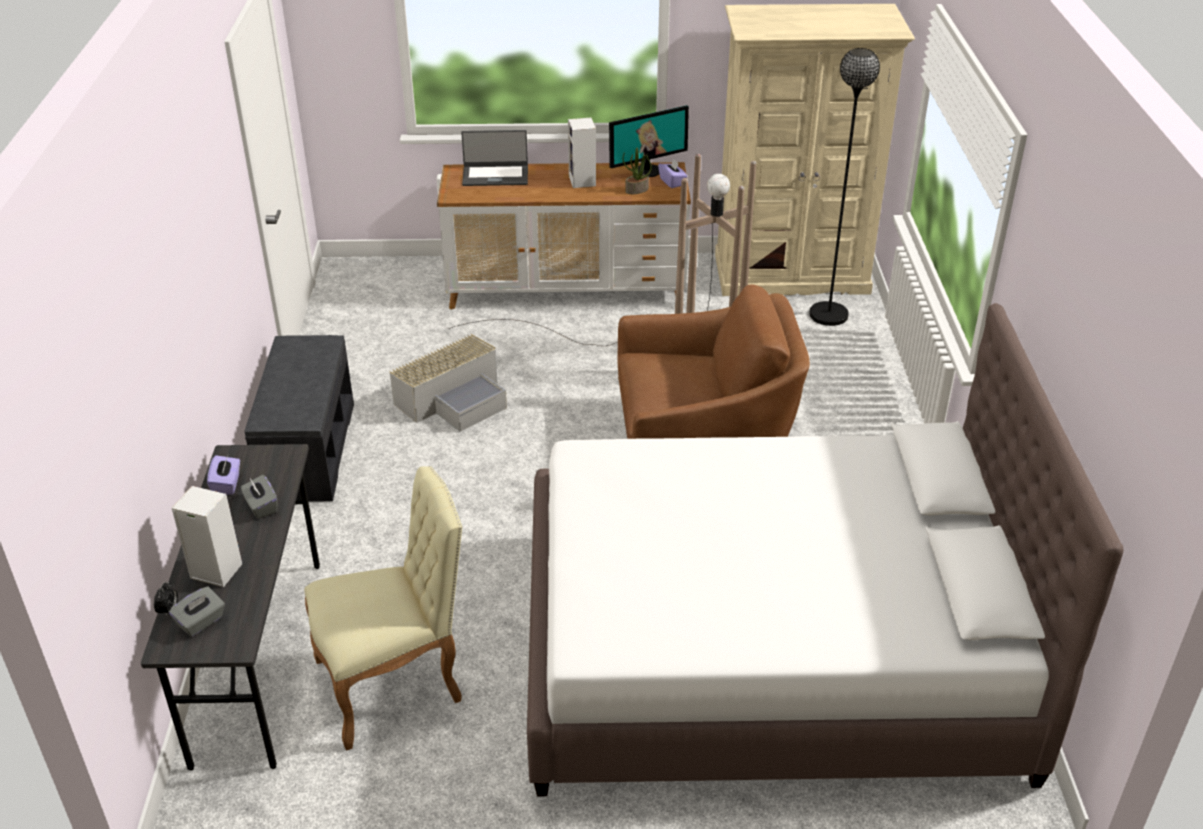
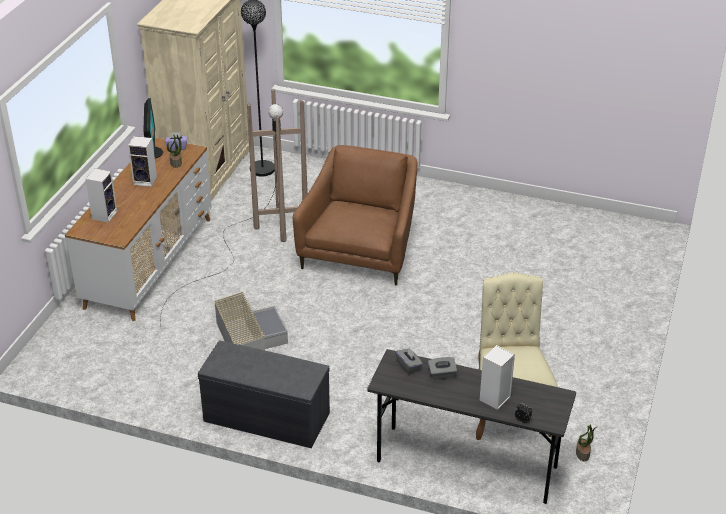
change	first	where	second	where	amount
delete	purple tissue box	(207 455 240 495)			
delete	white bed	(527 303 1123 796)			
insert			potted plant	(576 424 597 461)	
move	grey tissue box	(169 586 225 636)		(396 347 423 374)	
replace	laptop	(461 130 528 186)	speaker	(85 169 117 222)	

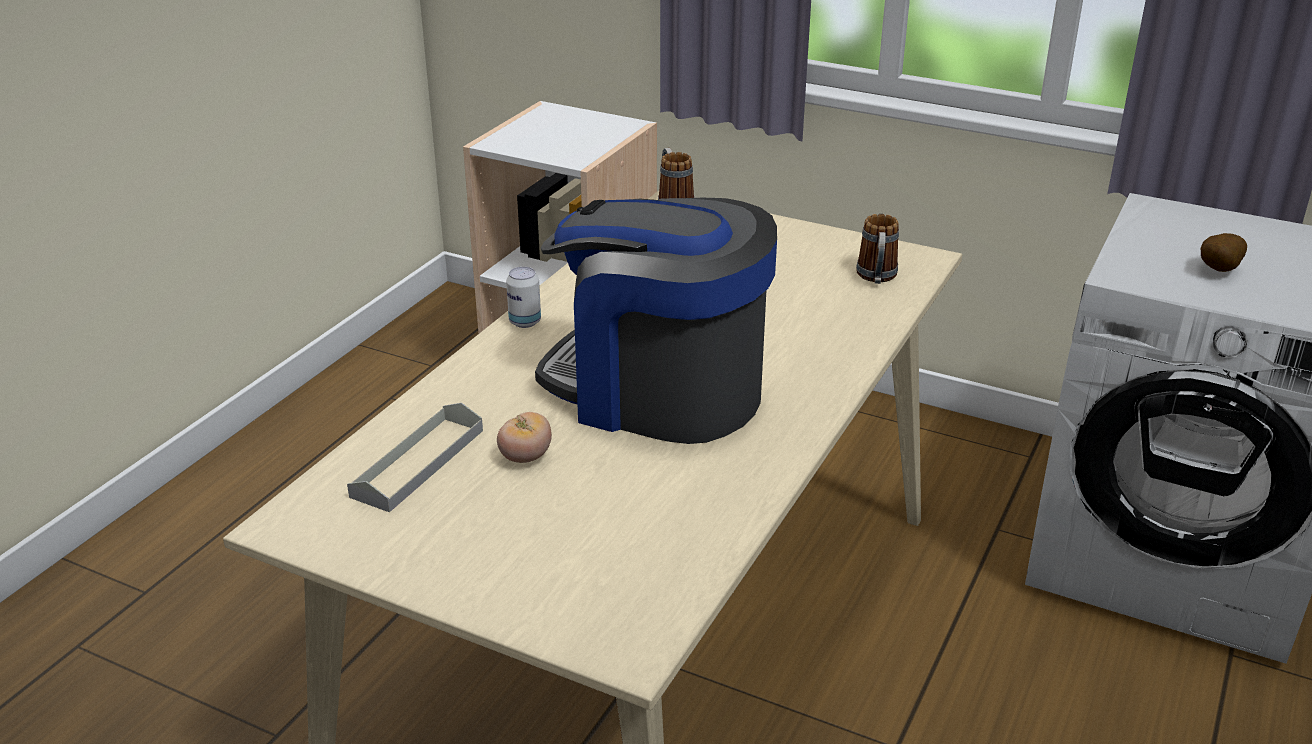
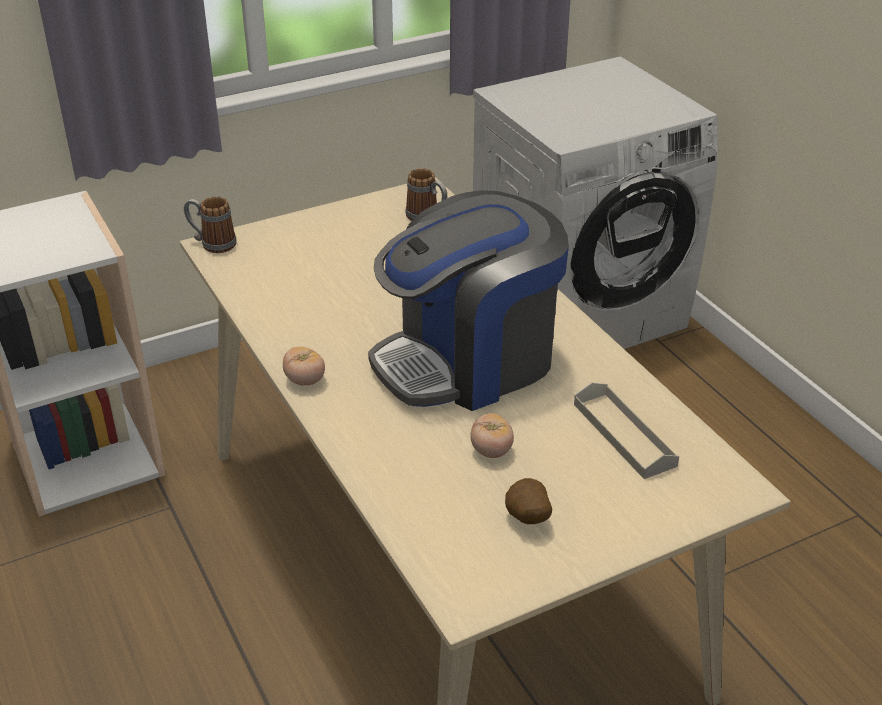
change	first	where	second	where	amount
move	grey tray	(347 403 483 512)		(574 383 679 479)	
move	potato	(1200 233 1247 272)		(505 478 552 524)	
replace	can	(506 267 541 328)	tomato	(283 347 325 386)	

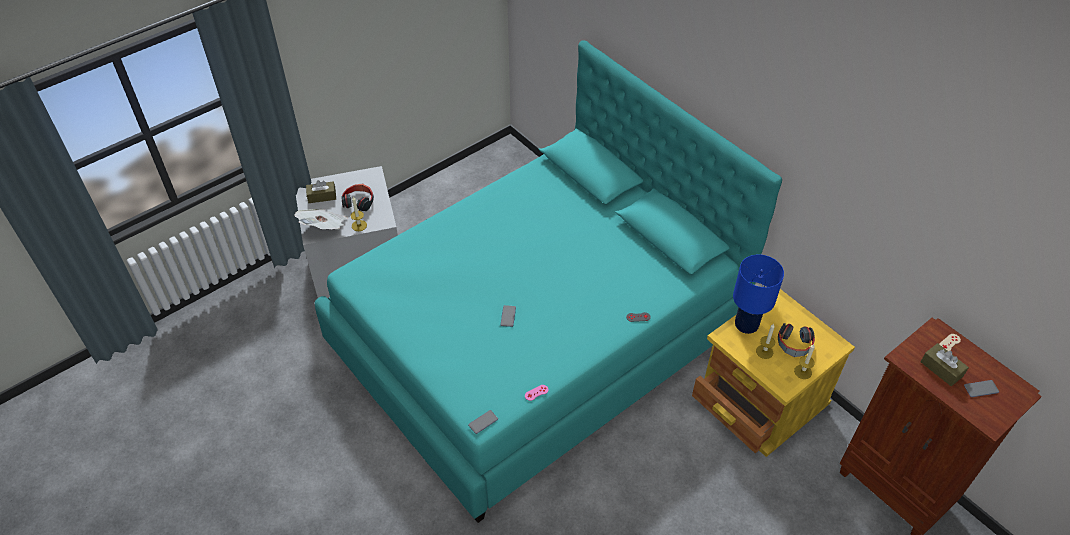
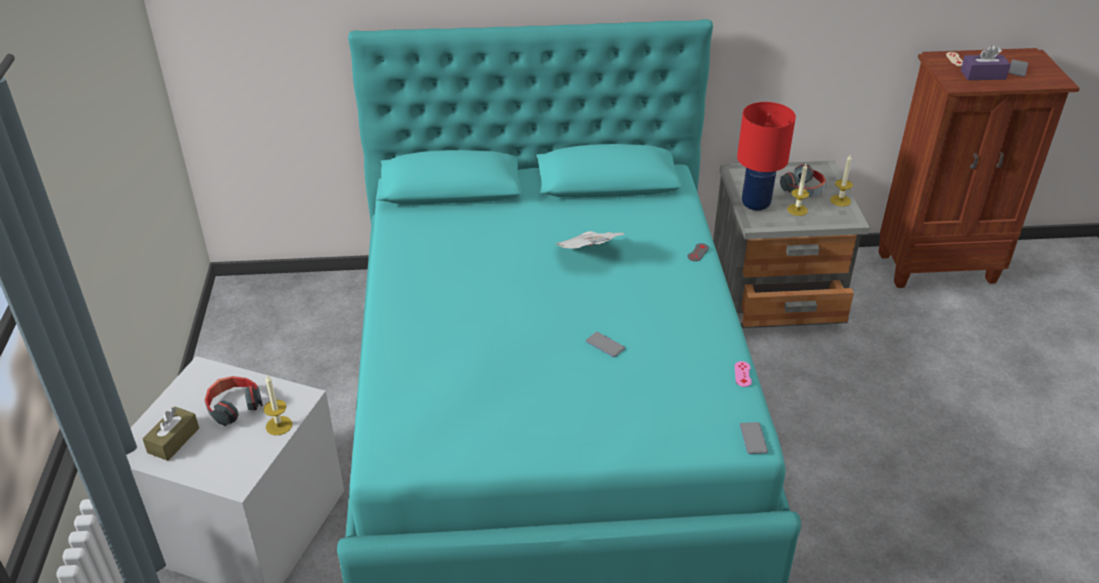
change	first	where	second	where	amount
move	newspaper	(295 209 348 229)		(556 231 625 249)	
recolor	yellow nightstand	(692 289 855 457)	grey nightstand	(713 161 870 328)	
recolor	blue table lamp	(733 255 784 334)	red table lamp	(737 102 796 211)	
recolor	brown tissue box	(921 343 969 386)	purple tissue box	(961 45 1011 80)	

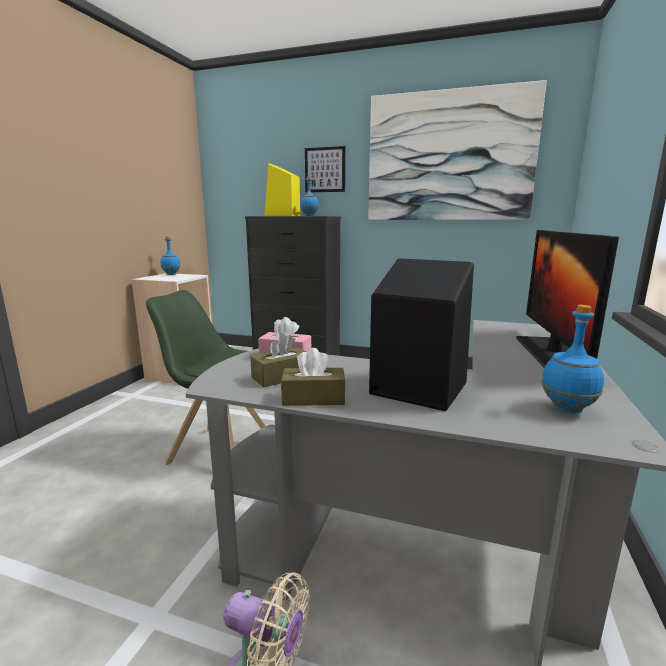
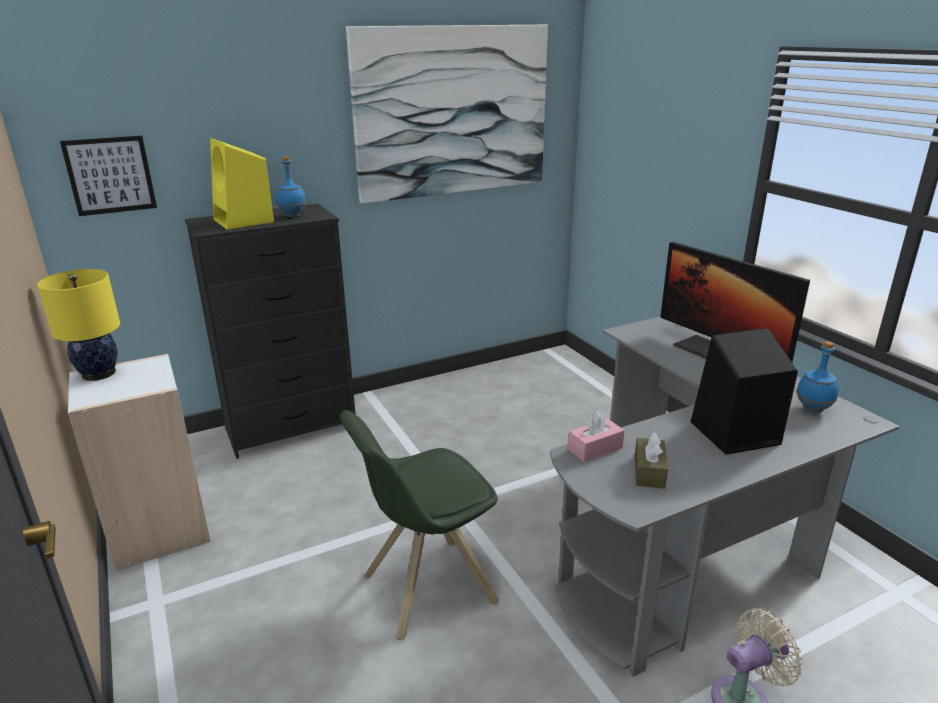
change	first	where	second	where	amount
delete	brown tissue box	(281 348 346 406)			
move	picture	(305 146 345 193)		(60 136 157 216)	
replace	blue bottle	(160 236 181 275)	yellow table lamp	(37 269 120 381)	

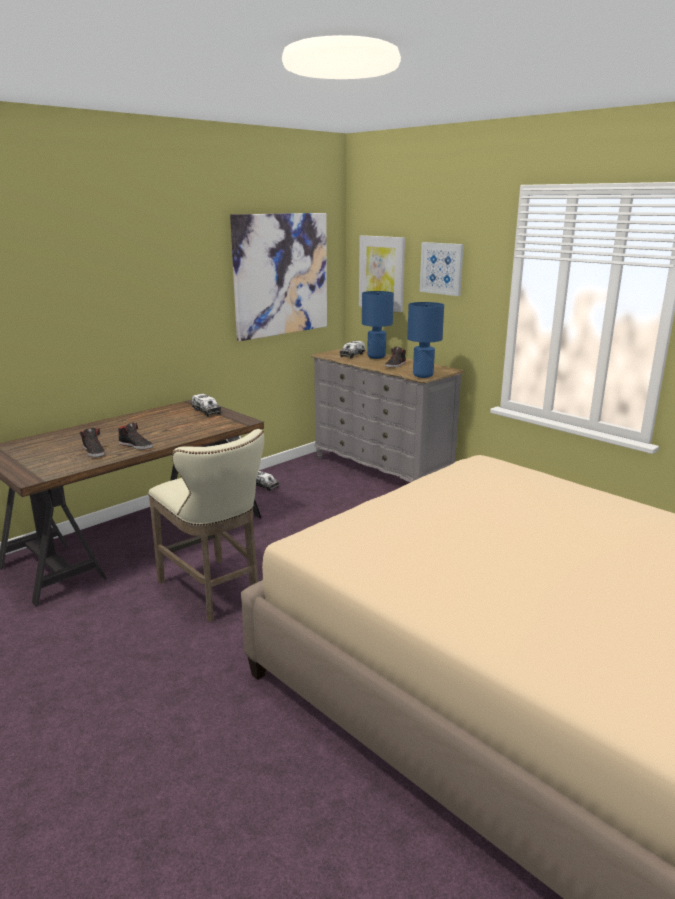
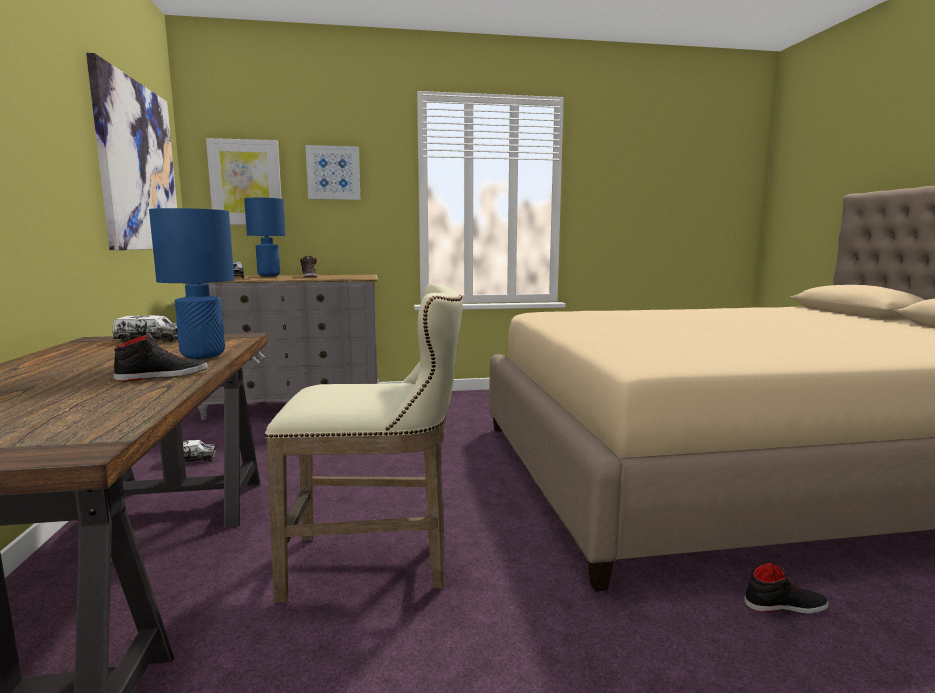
change	first	where	second	where	amount
move	black shoe	(80 428 105 457)		(745 561 829 614)	
move	blue table lamp	(407 302 444 378)		(149 208 234 359)	

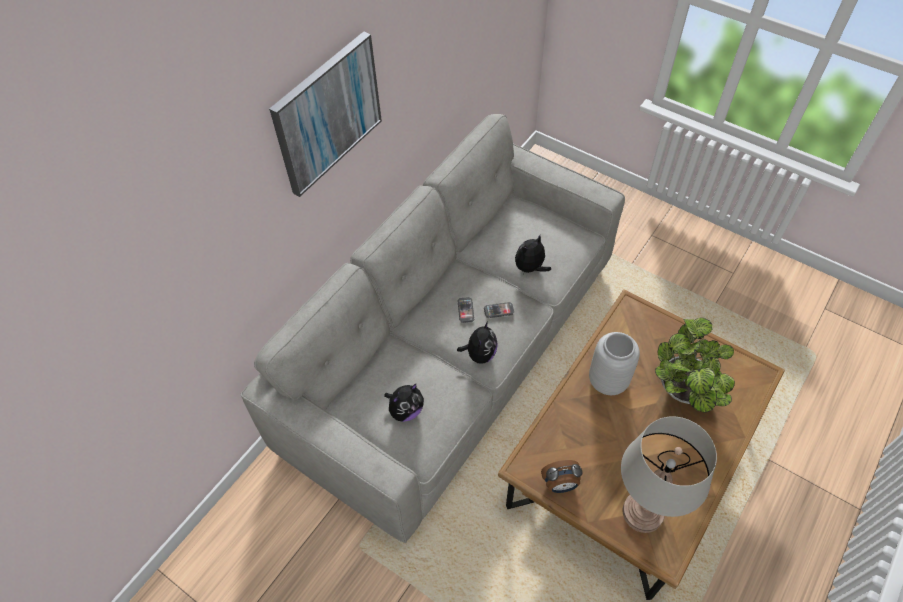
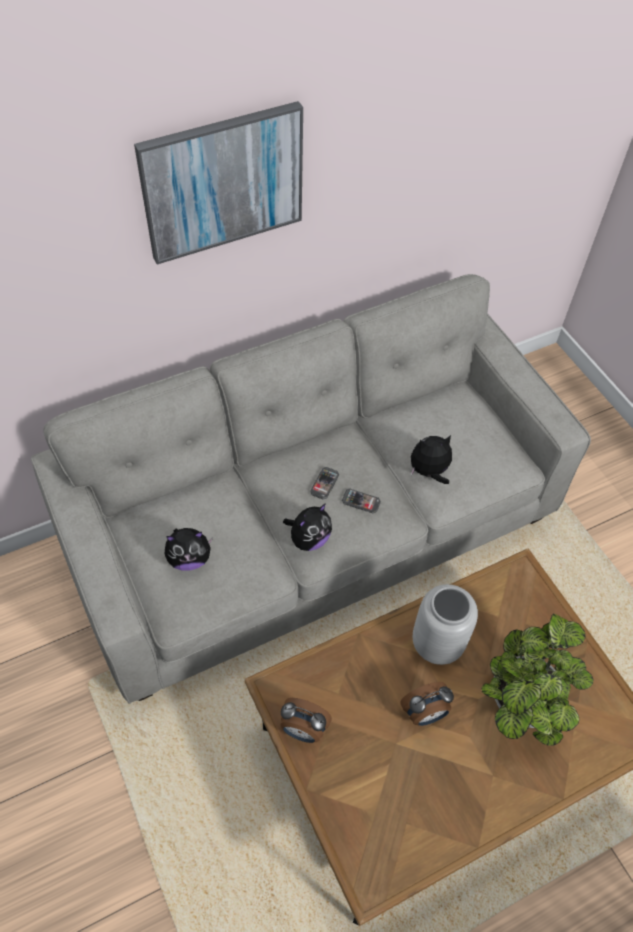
change	first	where	second	where	amount
delete	grey table lamp	(621 416 717 533)			
insert			alarm clock	(400 682 454 726)	

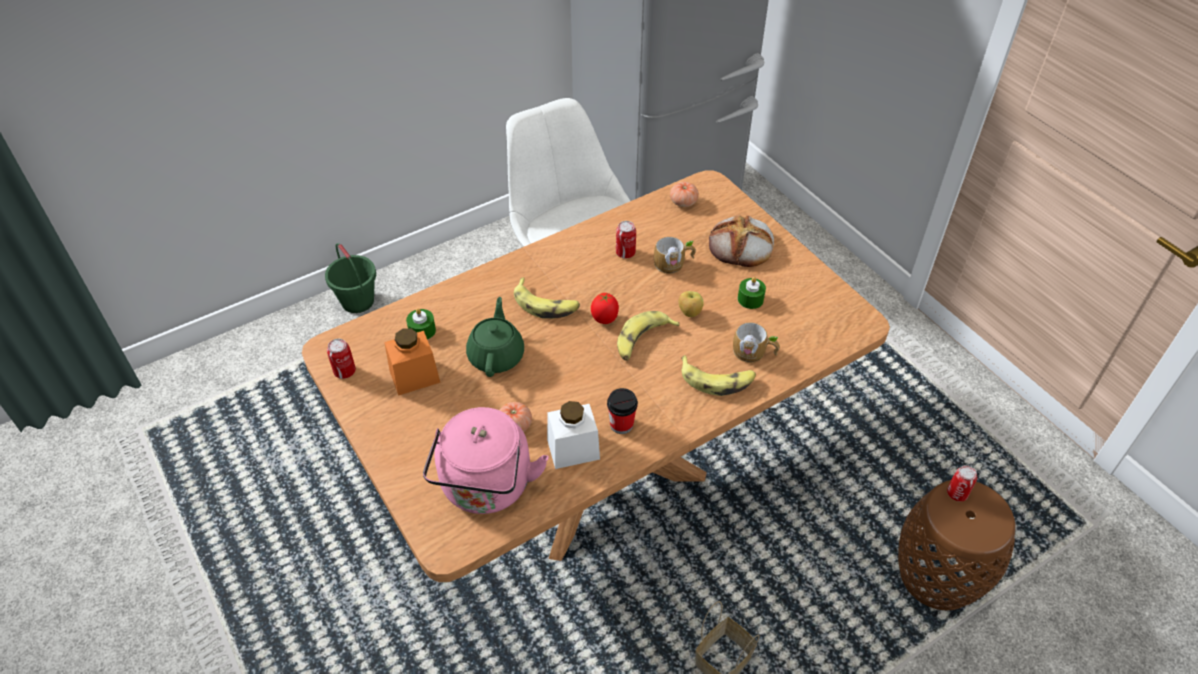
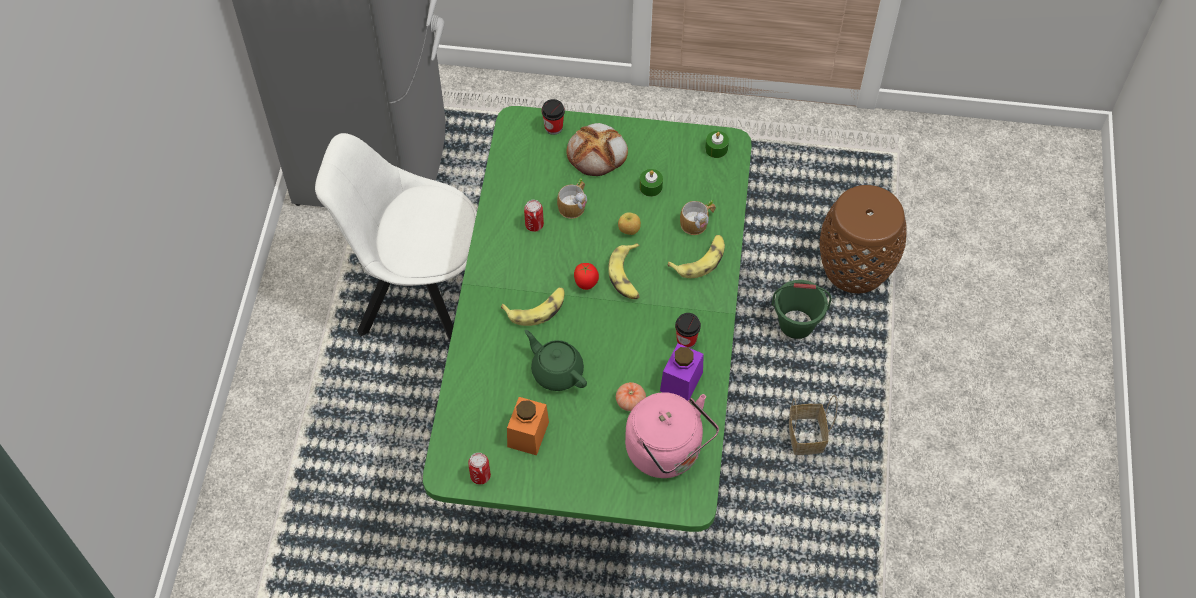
change	first	where	second	where	amount
delete	tomato	(670 182 699 207)			
delete	can	(947 465 977 502)			
insert			cup	(541 99 565 135)	
move	green bucket	(325 243 376 313)		(772 280 832 339)	
move	green candle	(406 308 436 340)		(705 131 729 158)	
recolor	brown dining table	(302 170 890 582)	green dining table	(423 106 752 532)	
recolor	white jar	(547 401 600 469)	purple jar	(660 343 704 401)	

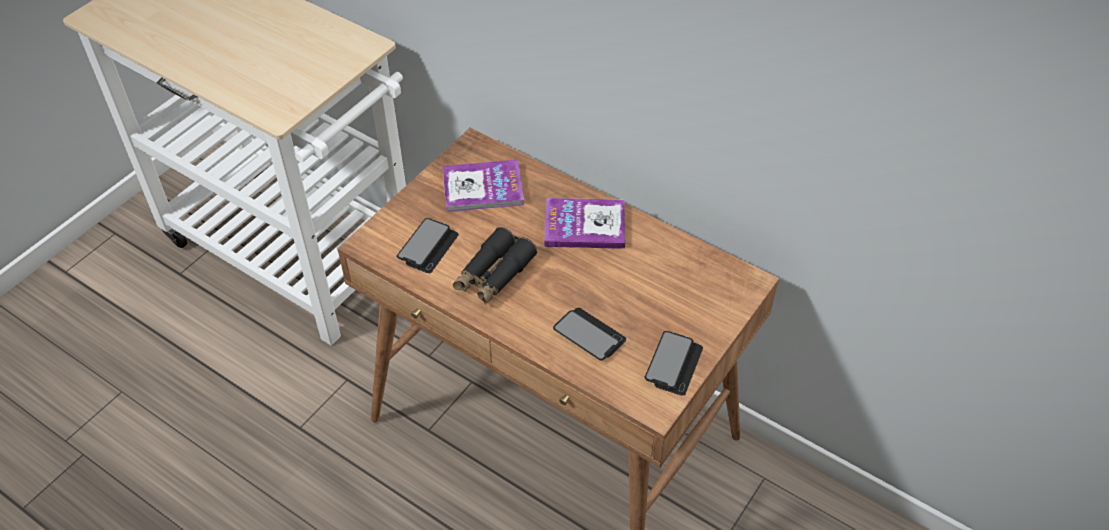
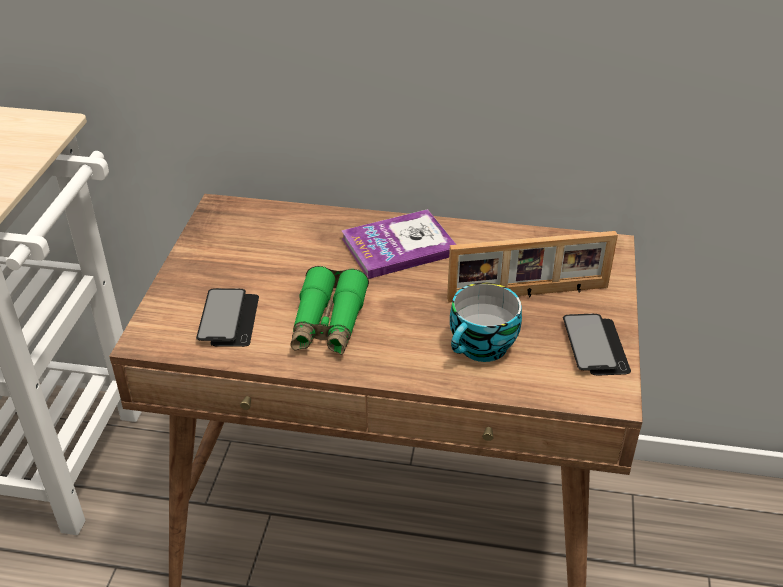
change	first	where	second	where	amount
delete	book	(443 159 524 212)			
insert			picture frame	(447 231 618 303)	
replace	phone	(553 308 626 361)	cup	(450 283 522 362)	
recolor	black binoculars	(453 227 537 305)	green binoculars	(291 266 369 355)	

